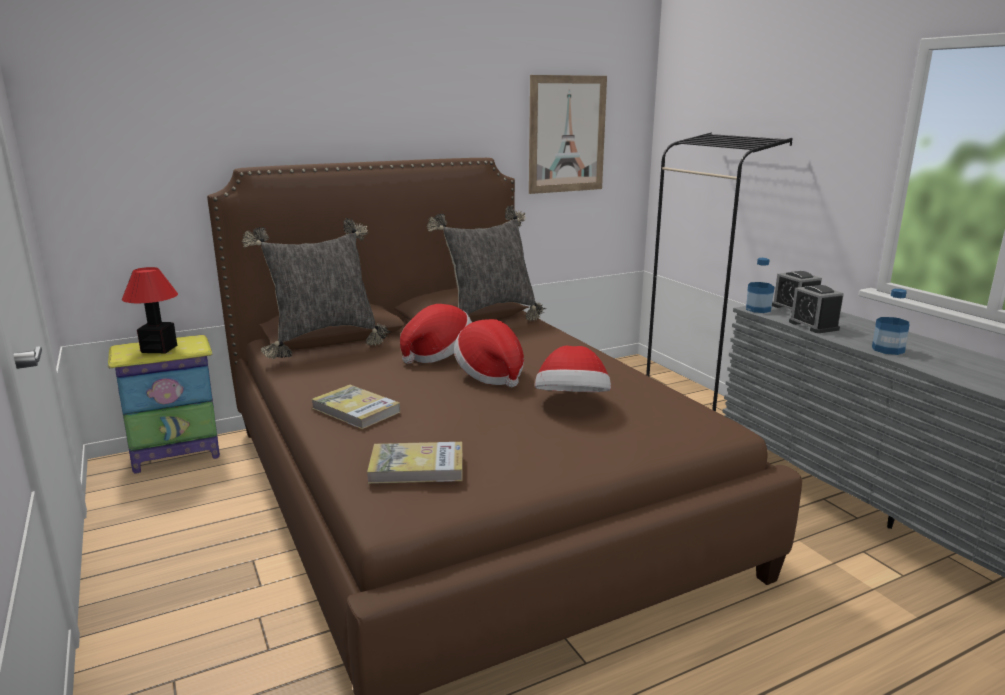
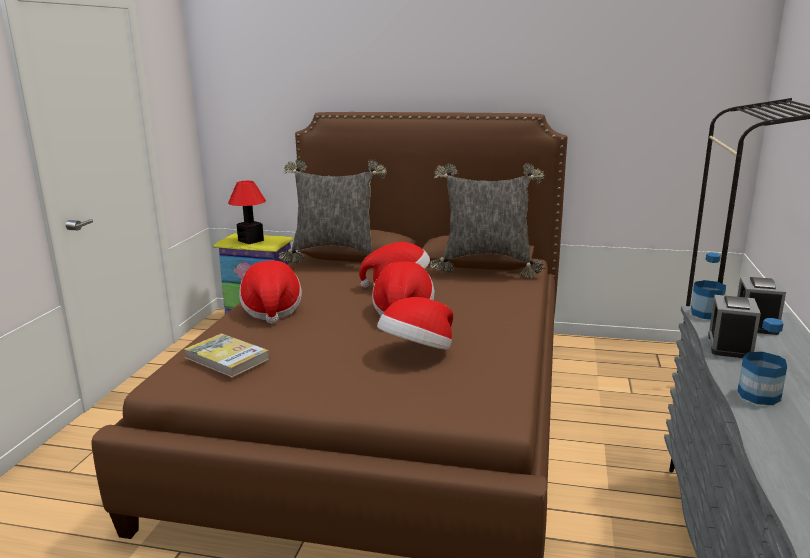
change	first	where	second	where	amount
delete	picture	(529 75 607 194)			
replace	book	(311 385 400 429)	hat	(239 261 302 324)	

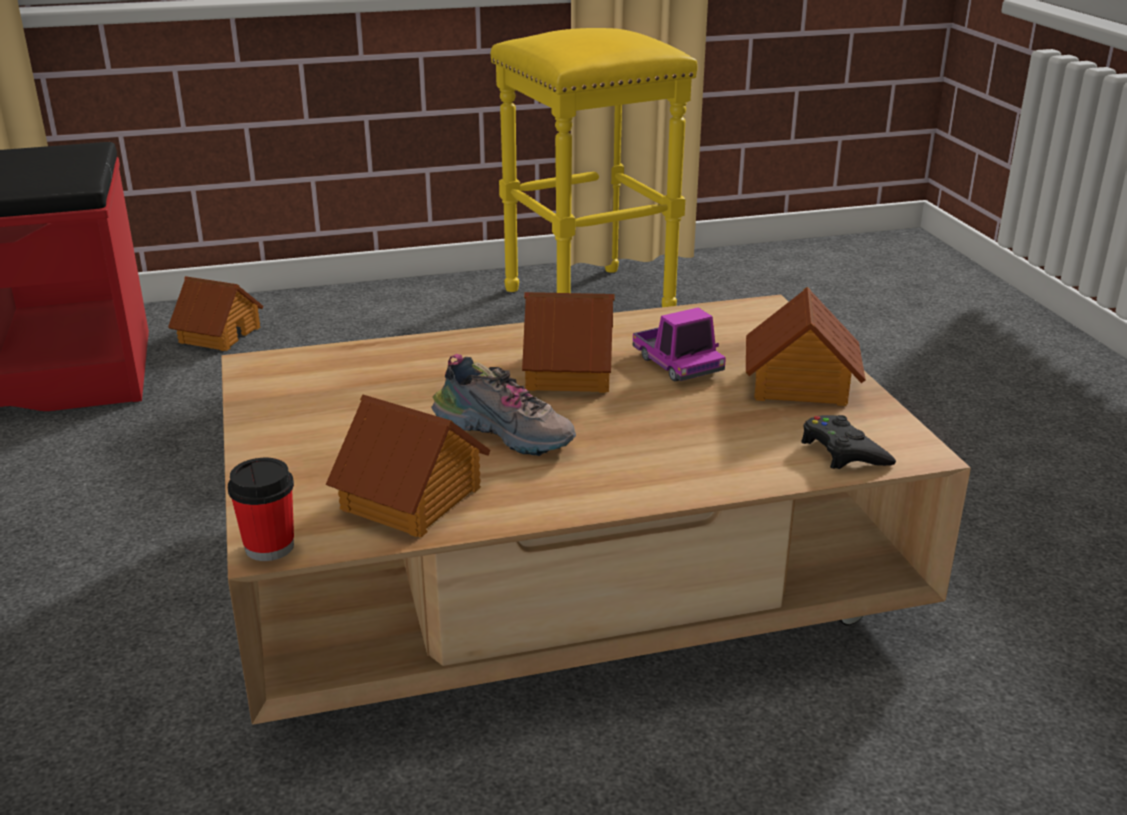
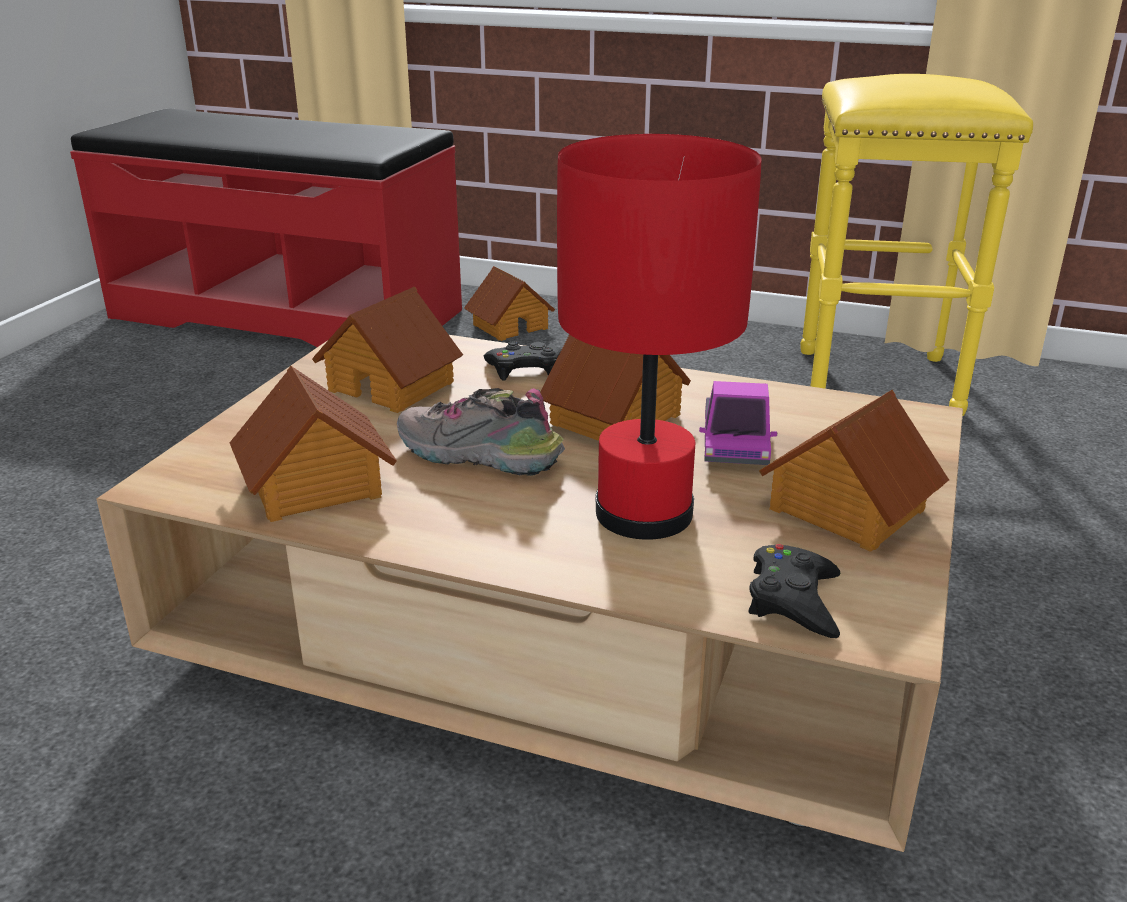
change	first	where	second	where	amount
delete	cup	(228 458 294 561)			
insert			toy house	(312 286 463 413)	
insert			black game controller	(484 341 562 380)	
insert			red table lamp	(557 134 762 540)	
rotate	shoe	(431 354 576 456)		(397 388 565 476)	135 degrees clockwise

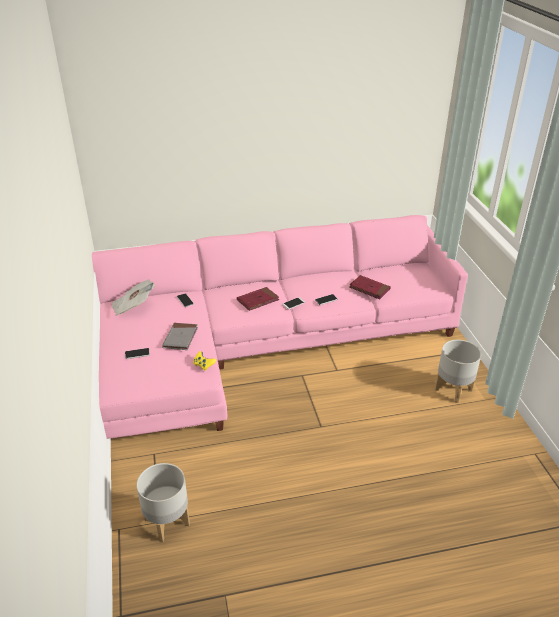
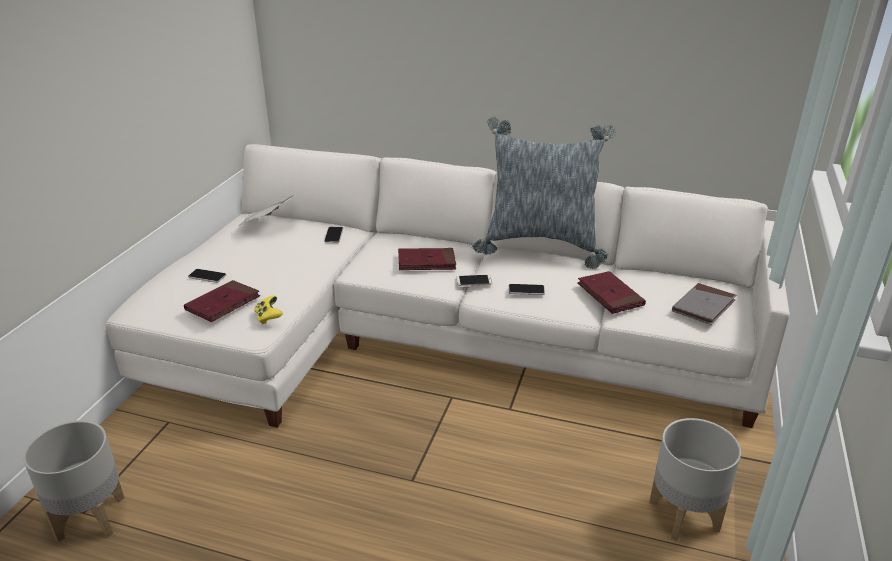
change	first	where	second	where	amount
insert			red book	(184 280 260 322)	
insert			pillow	(472 116 615 269)	
move	grey book	(162 323 198 350)		(672 283 736 325)	
recolor	pink sofa	(92 215 468 439)	white sofa	(106 144 790 428)	

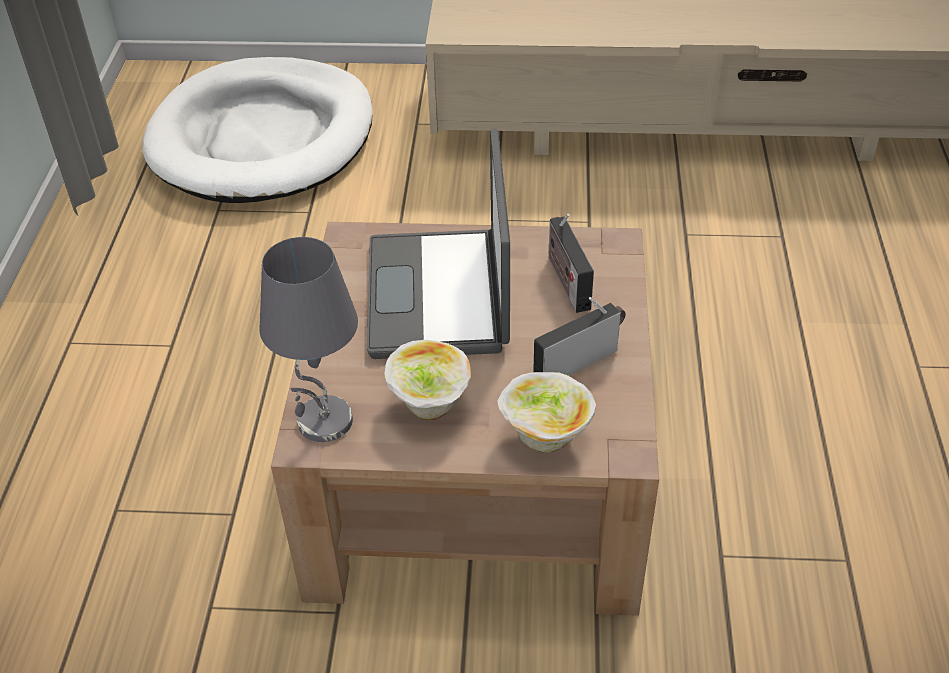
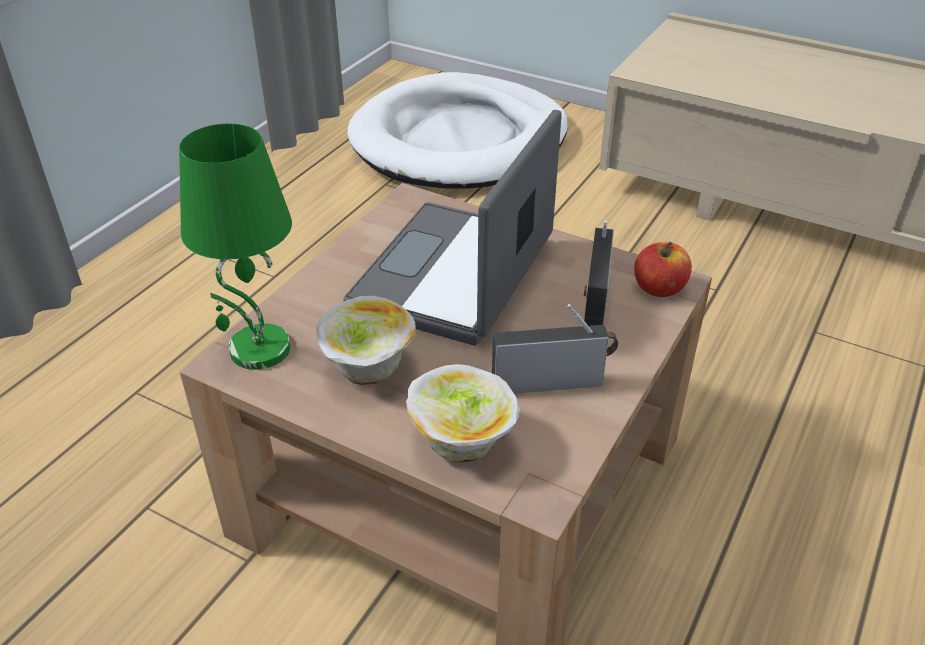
change	first	where	second	where	amount
insert			apple	(634 241 692 297)	
recolor	grey table lamp	(259 237 358 442)	green table lamp	(179 124 292 370)	

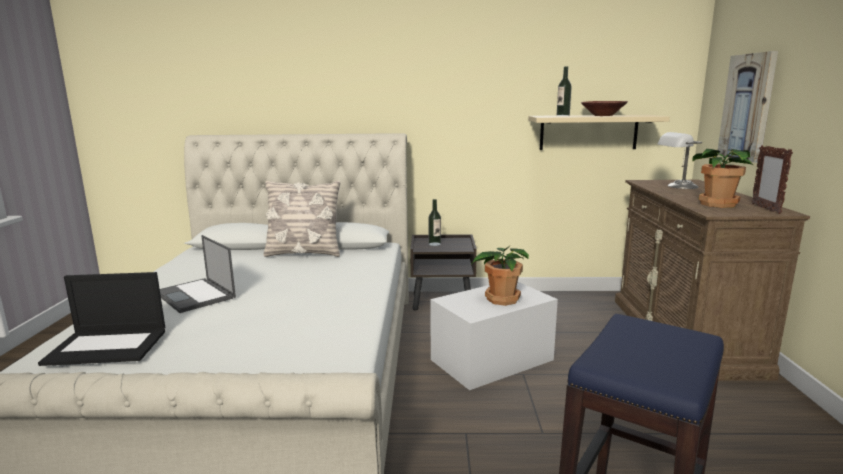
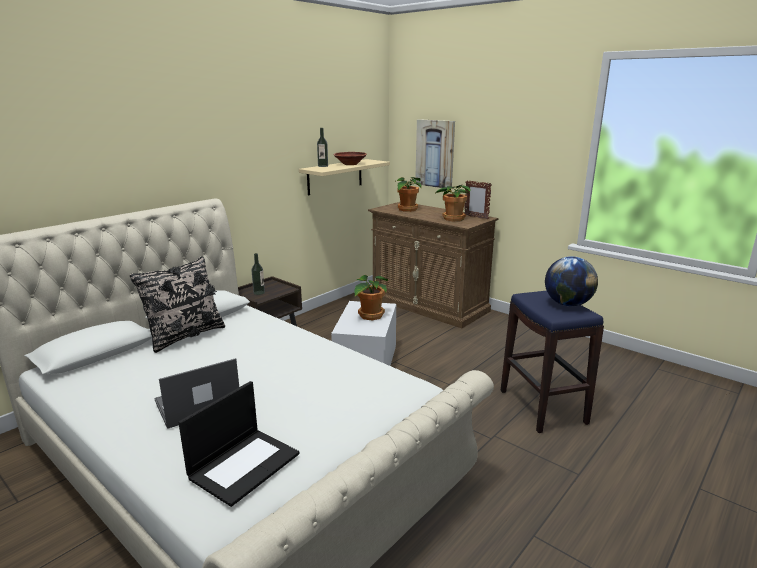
change	first	where	second	where	amount
insert			globe	(545 256 598 306)	
replace	white table lamp	(658 132 702 189)	potted plant	(397 177 422 212)	
recolor	beige pillow	(263 181 340 257)	black pillow	(130 256 225 353)	
rotate	laptop	(160 235 236 313)		(154 358 239 429)	150 degrees clockwise

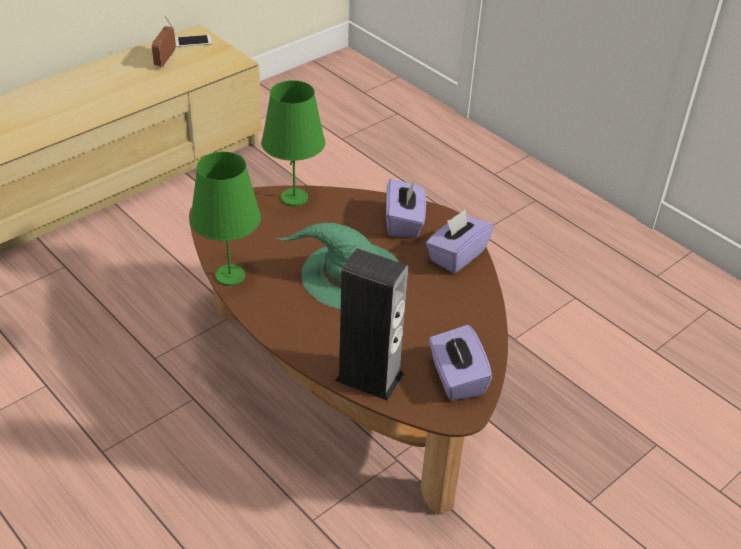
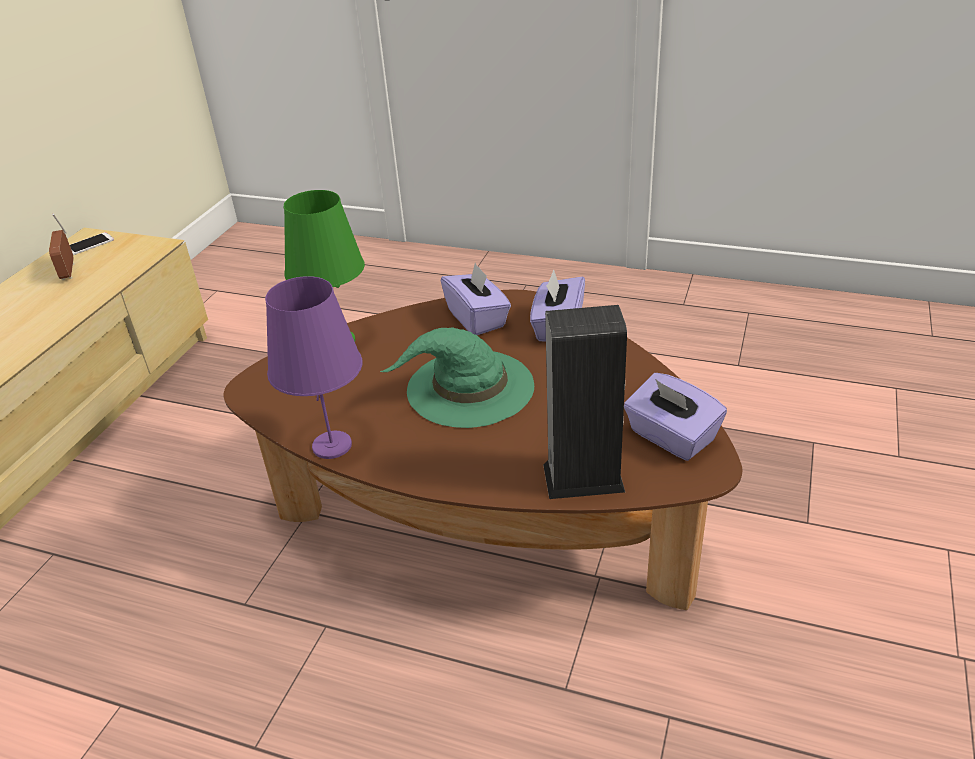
change	first	where	second	where	amount
recolor	green table lamp	(190 152 261 286)	purple table lamp	(265 276 363 459)	

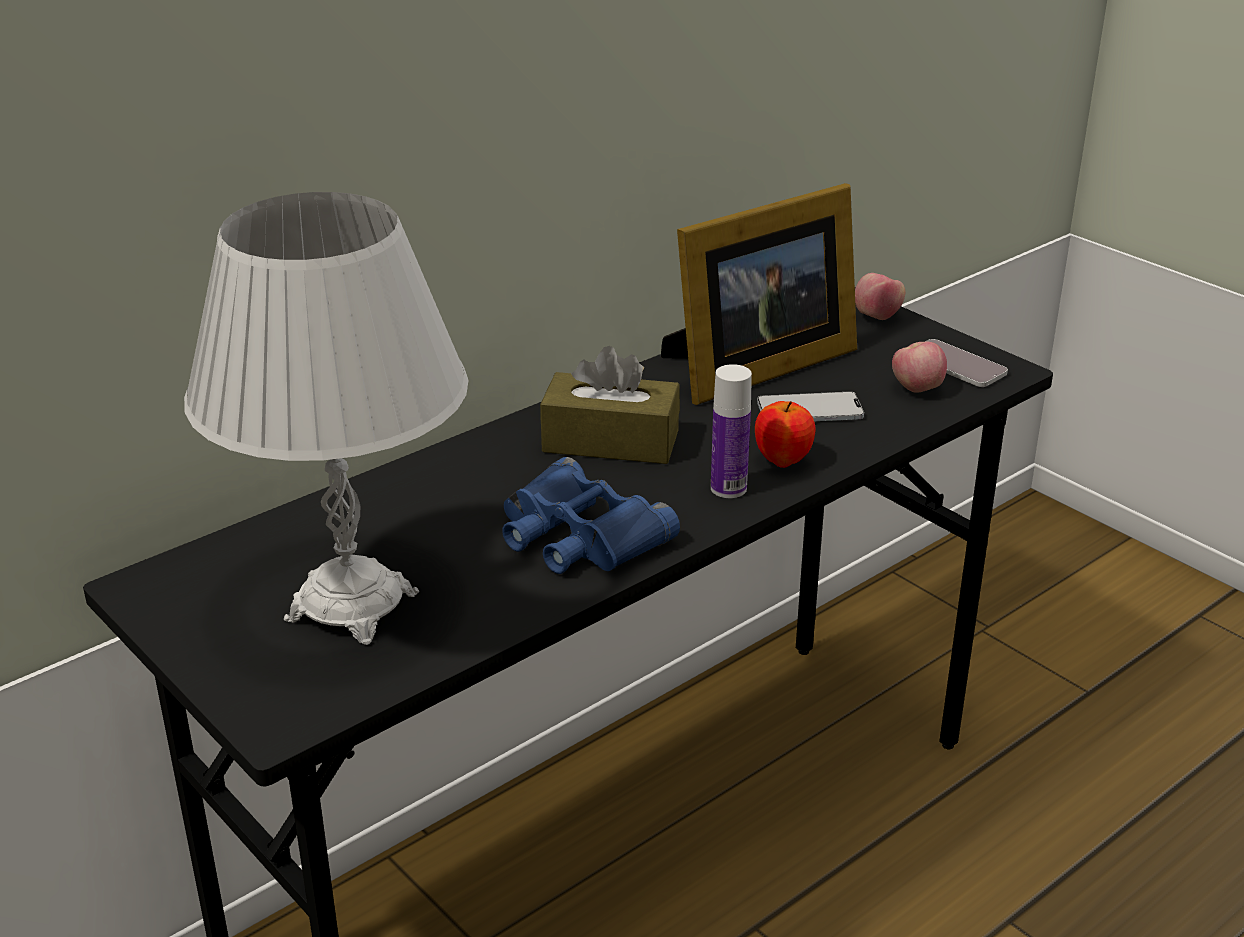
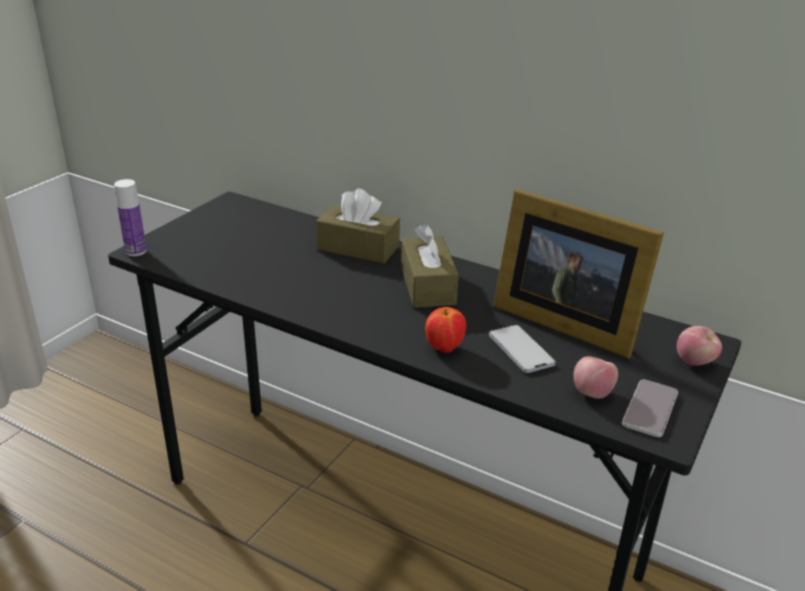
change	first	where	second	where	amount
delete	white table lamp	(184 192 469 645)			
delete	blue binoculars	(502 457 680 574)			
insert			brown tissue box	(316 189 400 263)	
move	bottle	(711 364 752 498)		(114 179 147 256)	

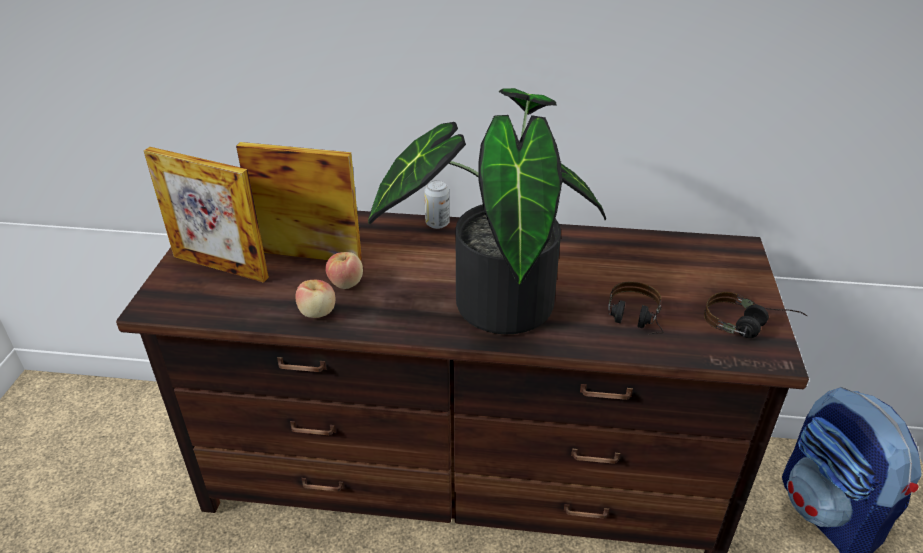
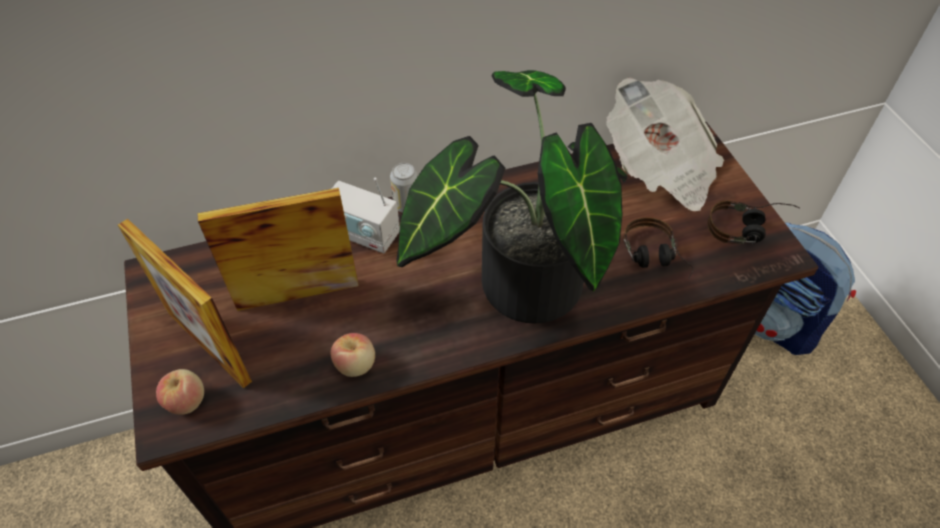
change	first	where	second	where	amount
insert			radio	(332 178 400 253)	
insert			newspaper	(607 77 724 211)	
move	apple	(325 252 363 289)		(156 369 204 415)	
rotate	picture frame	(144 147 269 283)		(118 219 252 388)	45 degrees clockwise

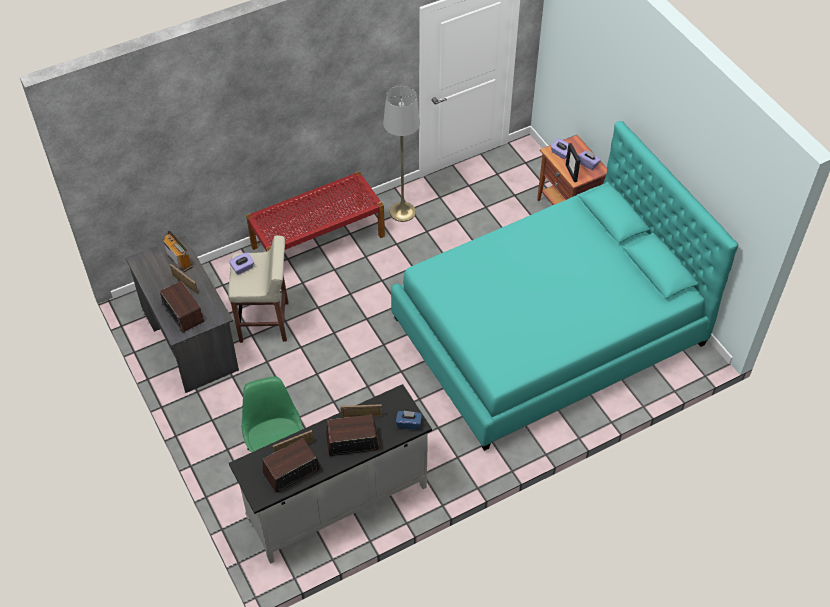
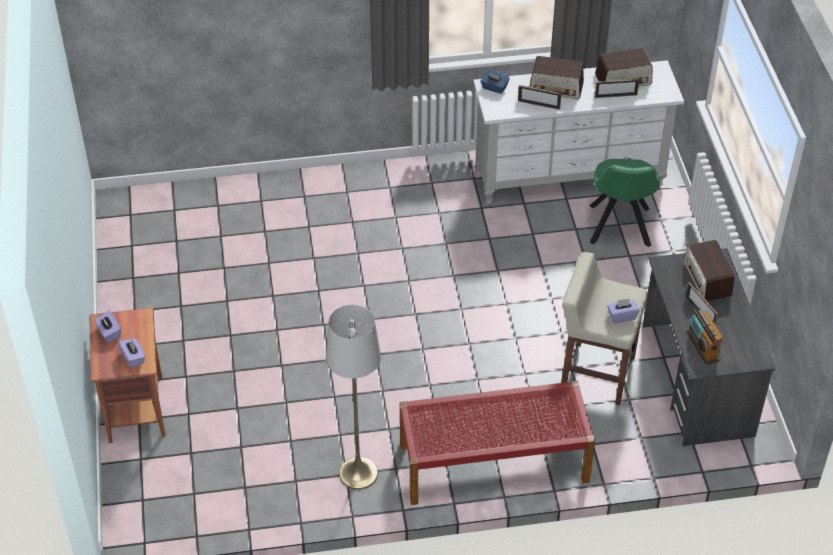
change	first	where	second	where	amount
delete	turquoise bed	(391 121 738 451)			
delete	picture frame	(566 143 580 182)			
recolor	black dresser	(229 384 432 564)	white dresser	(474 60 684 204)	

